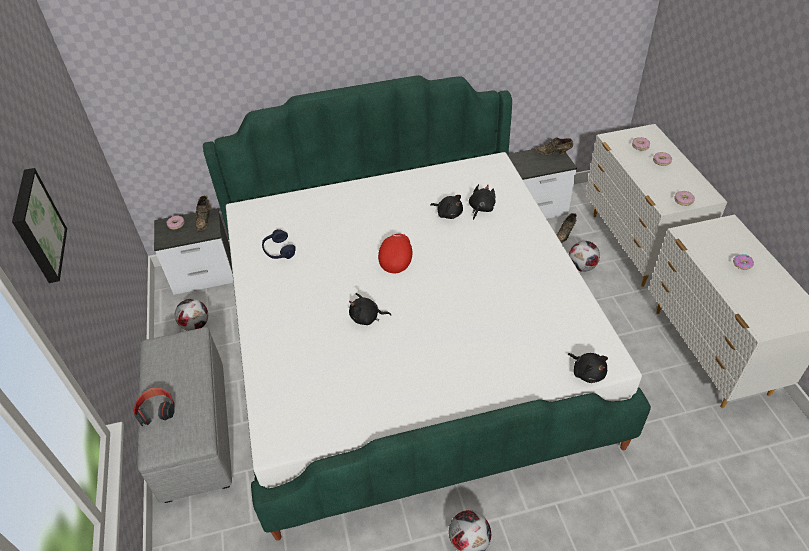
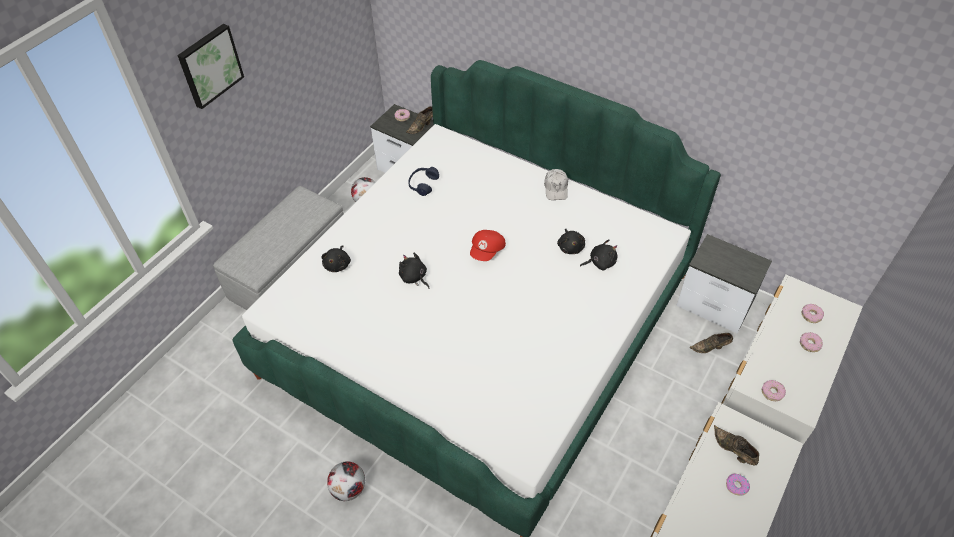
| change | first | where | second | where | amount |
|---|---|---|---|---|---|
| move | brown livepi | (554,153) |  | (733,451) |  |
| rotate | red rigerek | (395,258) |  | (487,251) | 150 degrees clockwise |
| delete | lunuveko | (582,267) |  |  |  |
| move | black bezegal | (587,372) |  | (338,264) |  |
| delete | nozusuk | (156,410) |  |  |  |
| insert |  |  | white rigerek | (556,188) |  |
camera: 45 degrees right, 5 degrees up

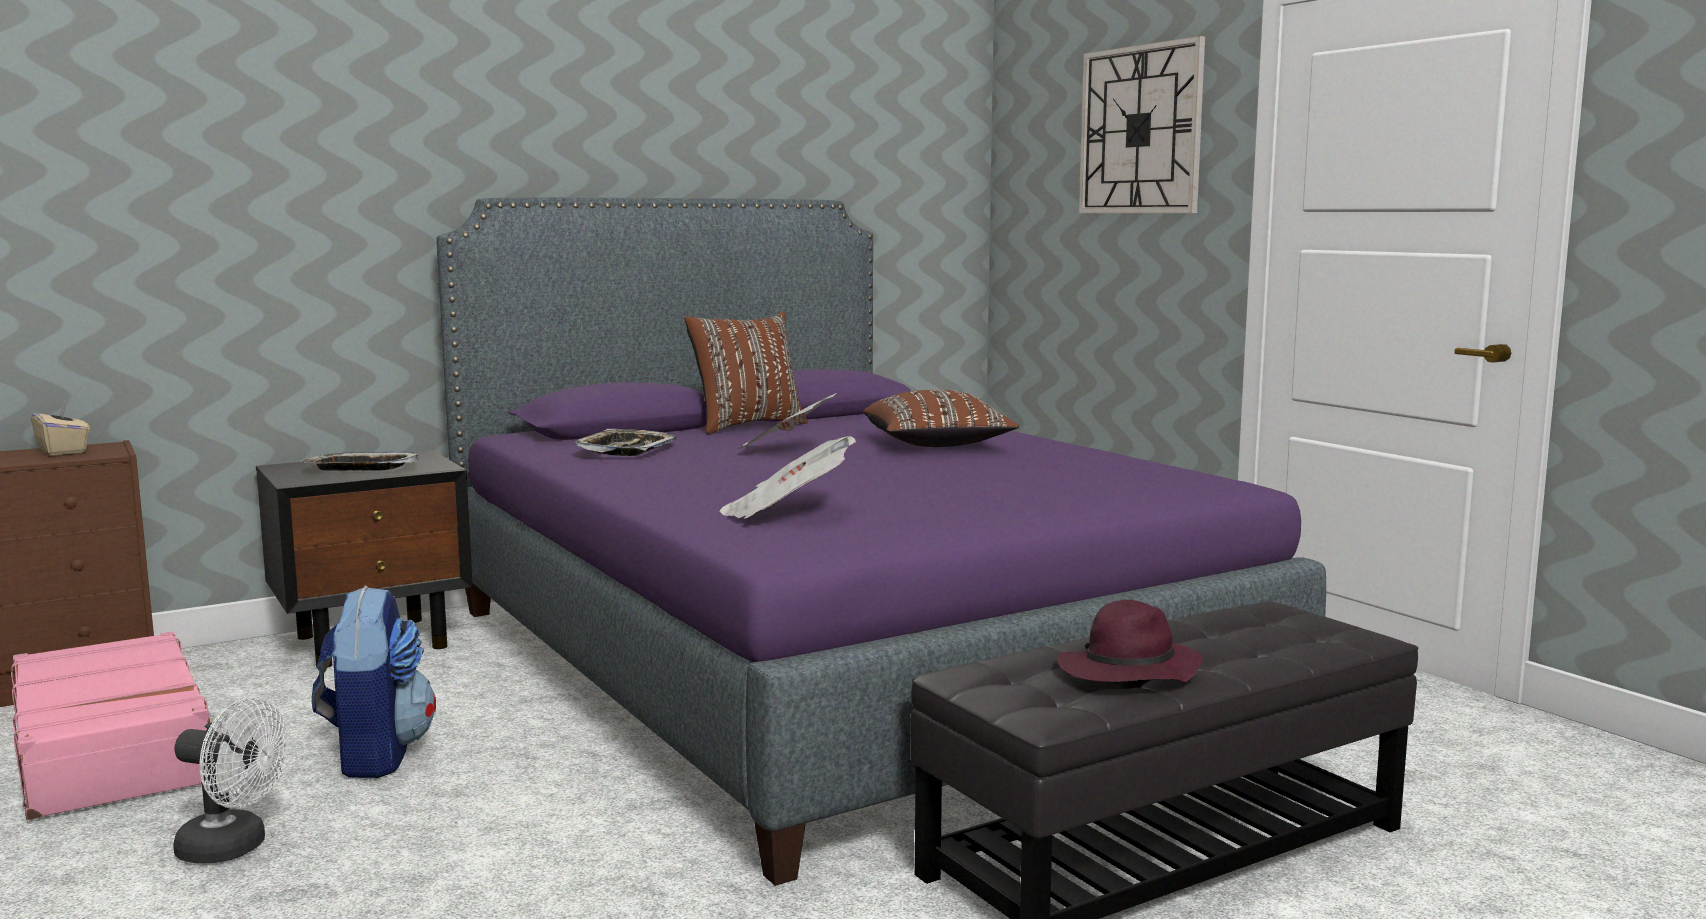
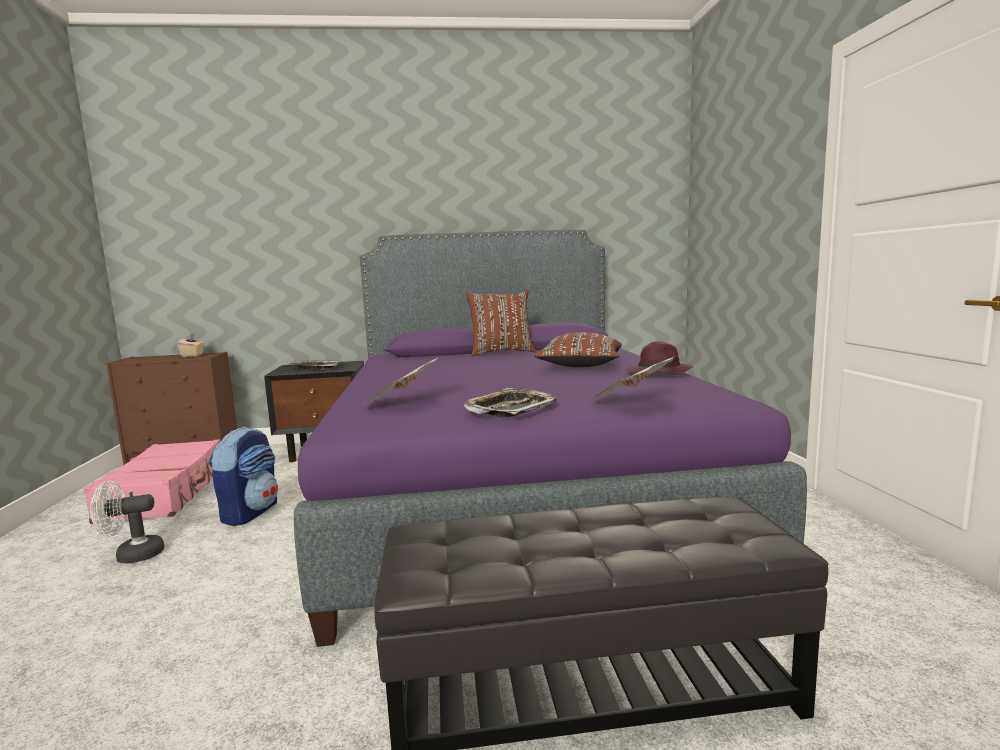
| change | first | where | second | where | amount |
|---|---|---|---|---|---|
| delete | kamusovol | (1140,130) |  |  |  |
| move | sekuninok | (784,450) |  | (629,402) |  |
| move | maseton | (626,450) |  | (511,409) |  |
| move | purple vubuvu | (1128,673) |  | (658,373) |  |
| rotate | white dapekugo | (233,848) |  | (132,555) | 120 degrees clockwise |
camera: 25 degrees right, 0 degrees up

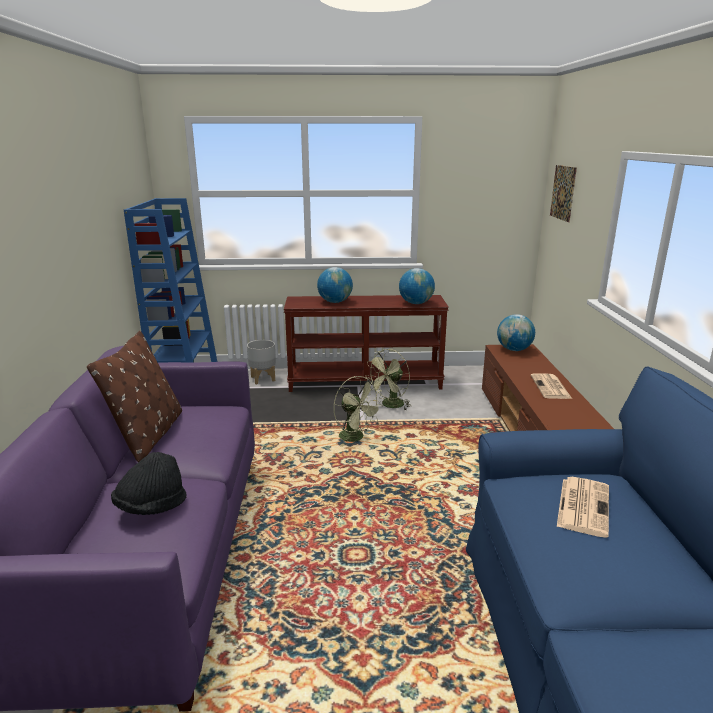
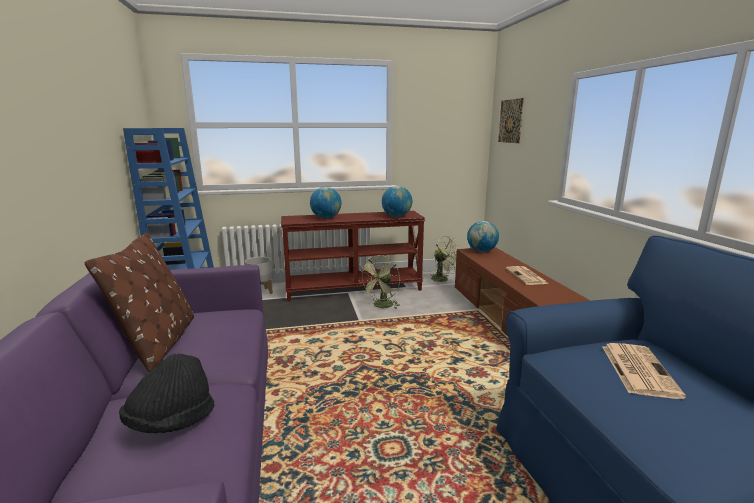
| change | first | where | second | where | amount |
|---|---|---|---|---|---|
| move | green dapekugo | (356,438) |  | (443,280) |  |
camera: 10 degrees left, 5 degrees down

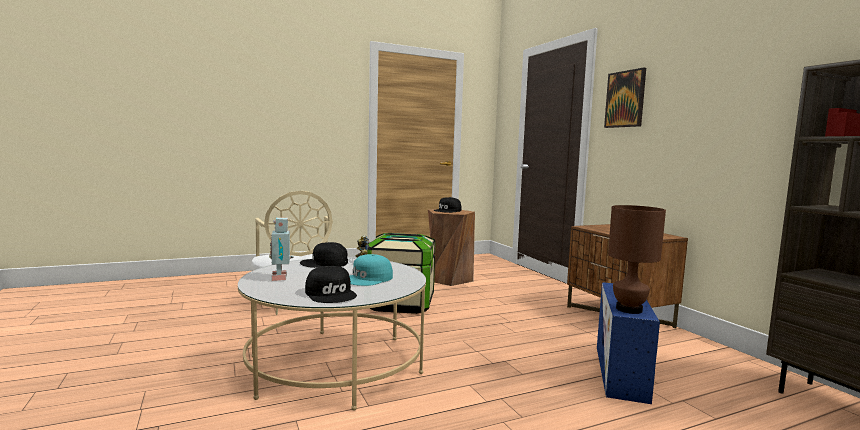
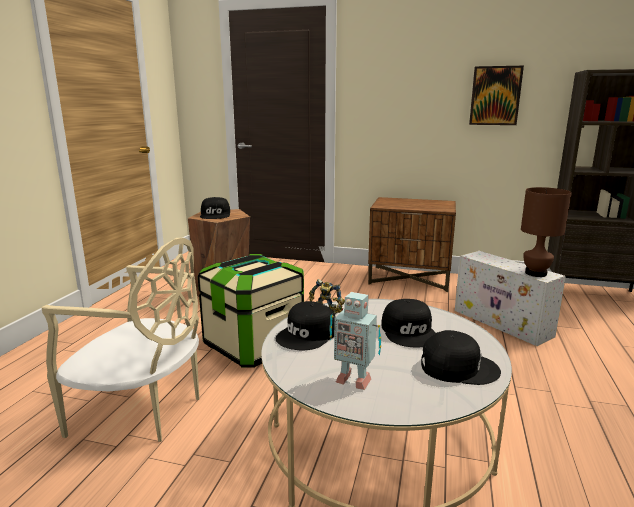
| change | first | where | second | where | amount |
|---|---|---|---|---|---|
| move | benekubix | (625,99) |  | (495,96) |  |
| recolor | turquoise rigerek | (368,279) | black rigerek | (410,331) |  |
| recolor | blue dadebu | (621,373) | white dadebu | (503,323) |  |
camera: 50 degrees left, 10 degrees up

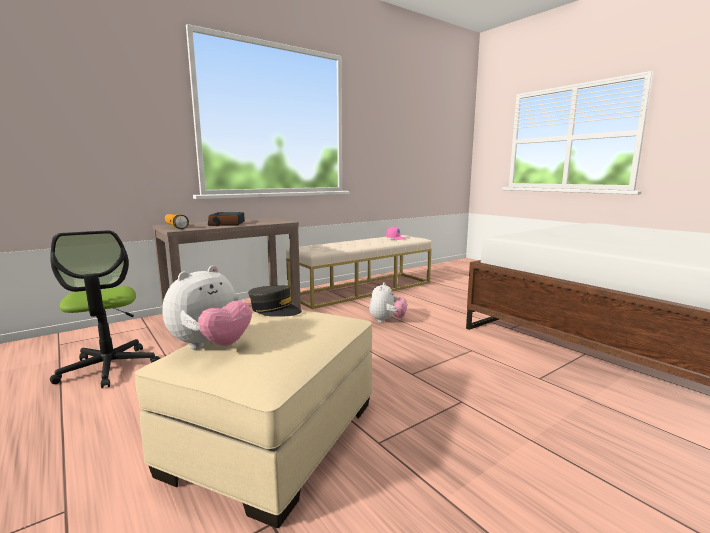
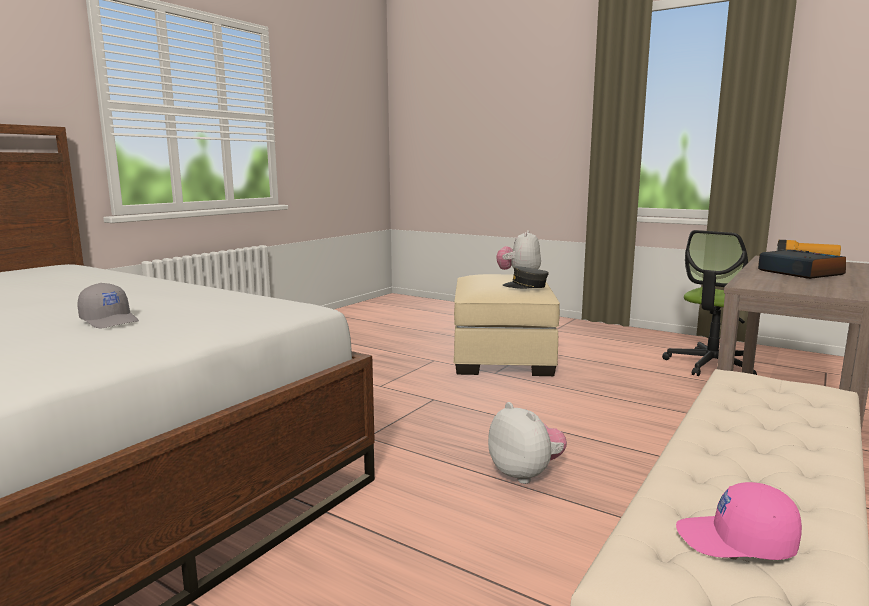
| change | first | where | second | where | amount |
|---|---|---|---|---|---|
| rotate | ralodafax | (109,368) |  | (710,365) | 90 degrees counterclockwise |
| rotate | bezegal | (387,320) |  | (525,474) | 150 degrees clockwise |
| insert |  |  | grey rigerek | (111,321) |  |
camera: 160 degrees right, 0 degrees up

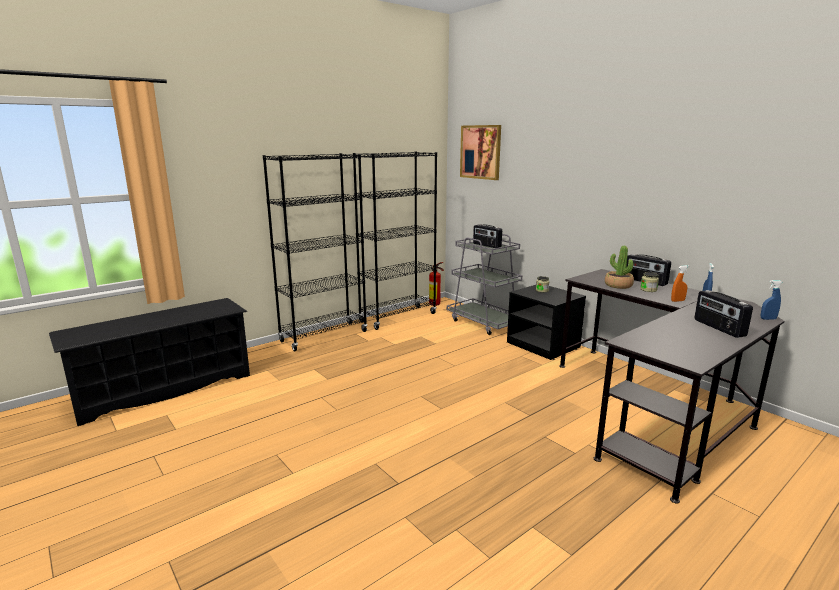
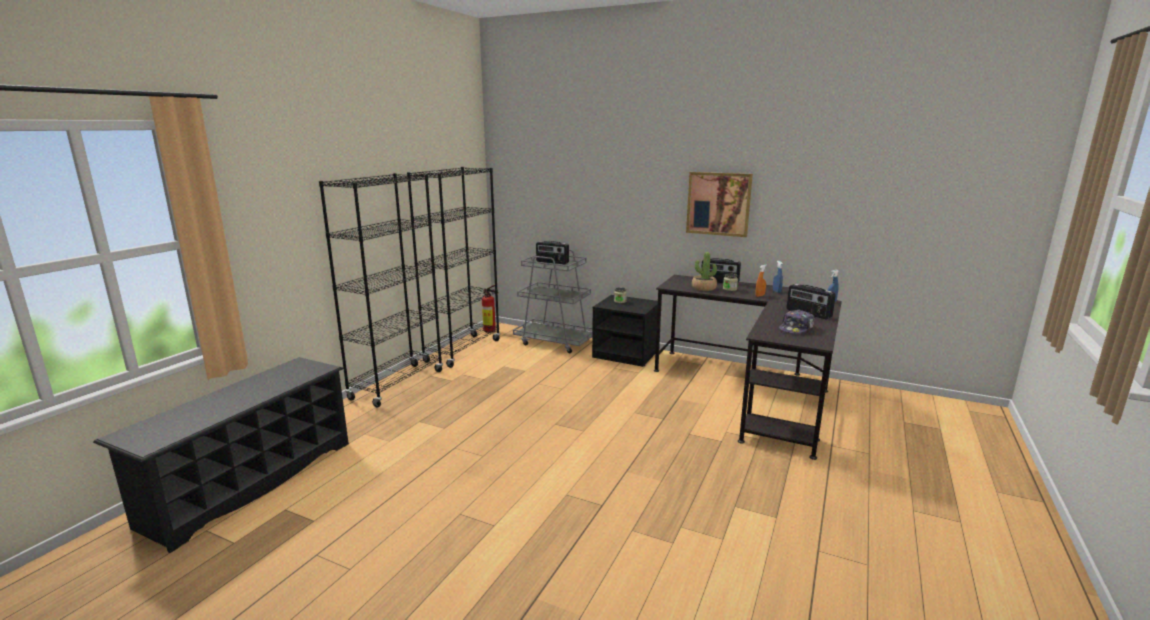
| change | first | where | second | where | amount |
|---|---|---|---|---|---|
| move | benekubix | (480,152) |  | (718,204) |  |
| insert |  |  | rigerek | (796,328) |  |
camera: 25 degrees left, 0 degrees up

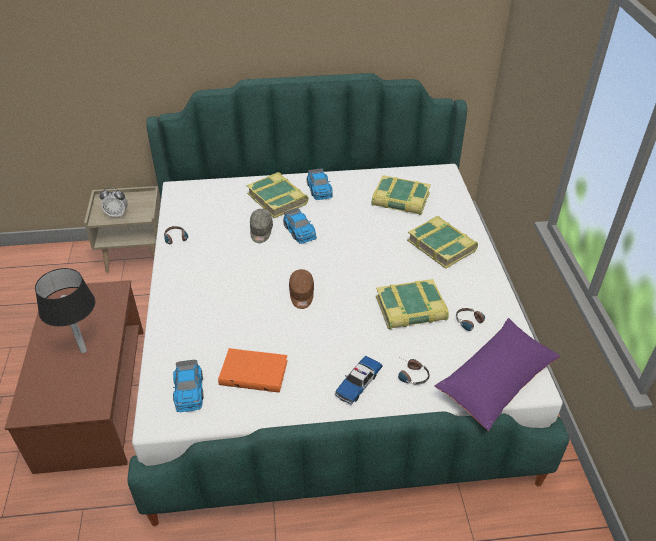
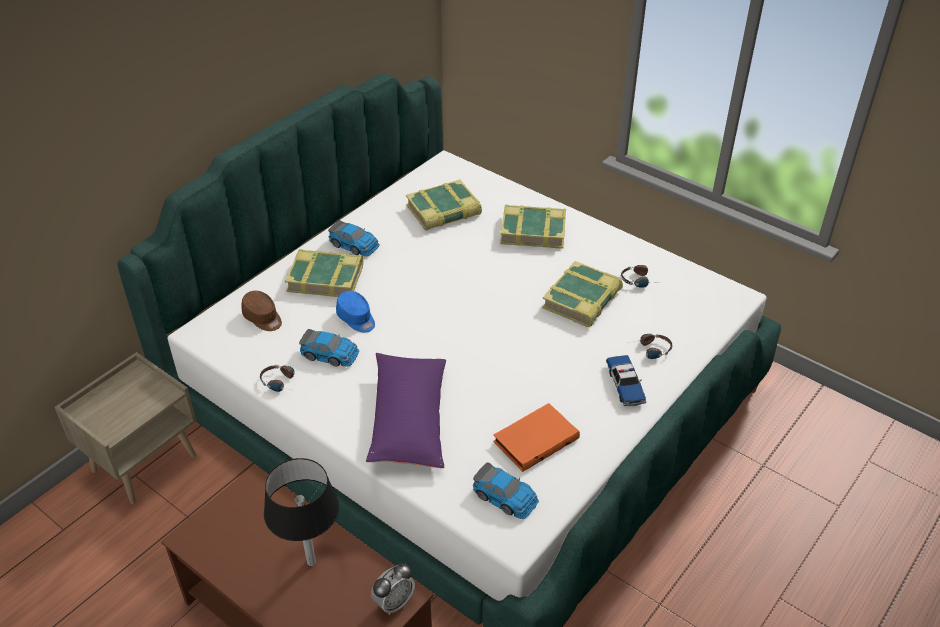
| change | first | where | second | where | amount |
|---|---|---|---|---|---|
| move | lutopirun | (117,214) |  | (394,602) |  |
| move | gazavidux | (299,231) |  | (330,354) |  |
| recolor | grey rigerek | (261,231) | blue rigerek | (356,319) |  |
| move | brown rigerek | (301,295) |  | (263,318) |  |
| move | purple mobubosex | (496,380) |  | (409,419) |  |
camera: 45 degrees left, 0 degrees up

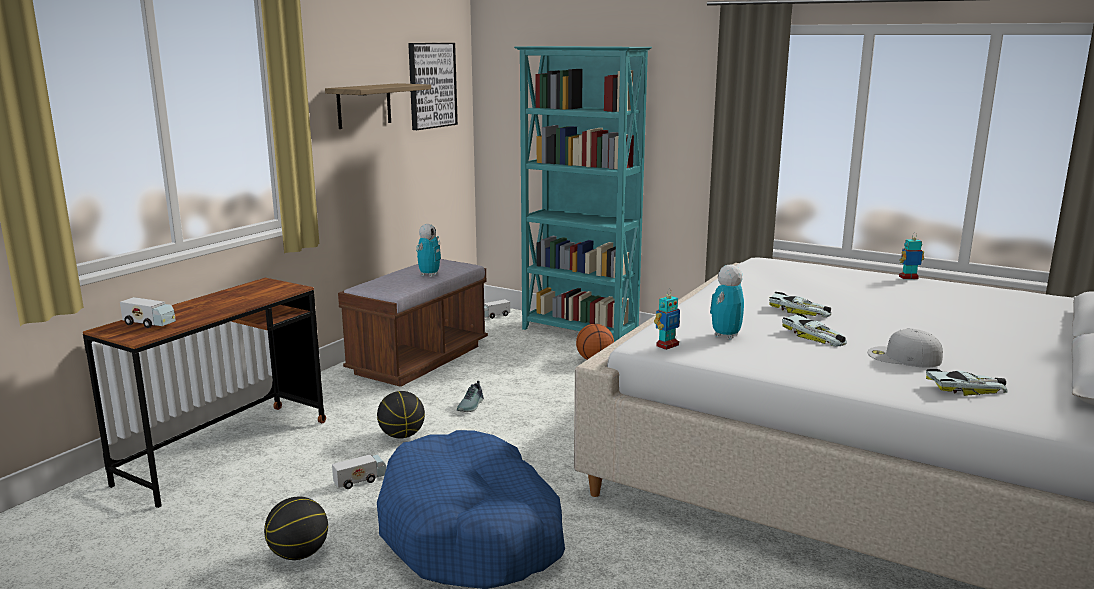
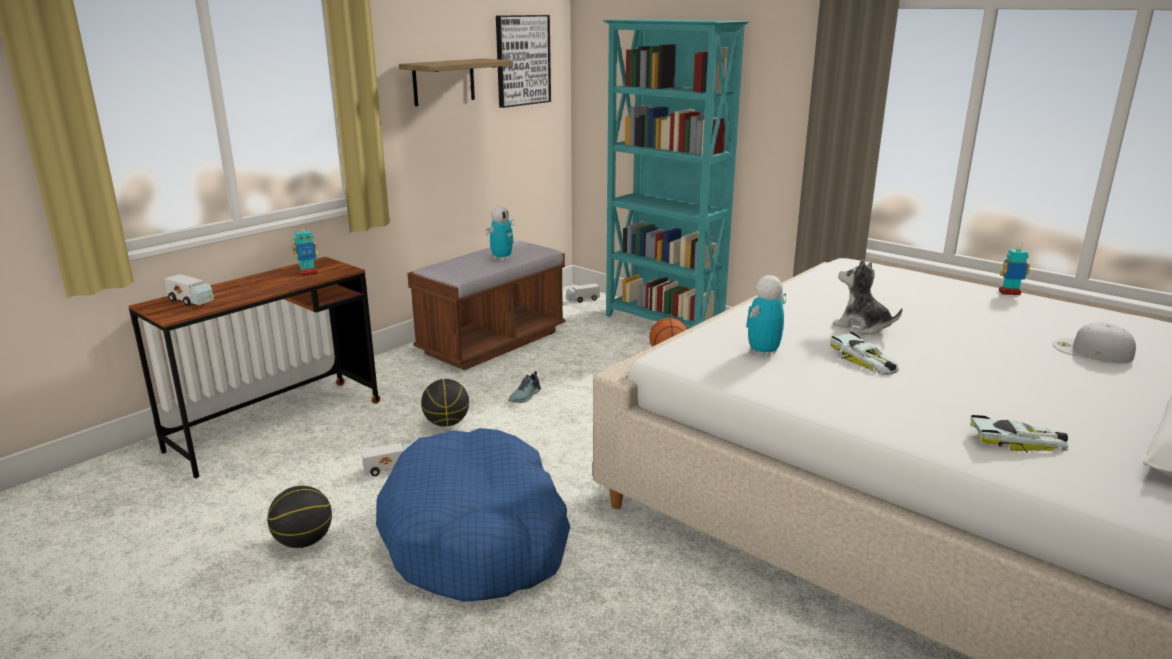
| change | first | where | second | where | amount |
|---|---|---|---|---|---|
| move | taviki | (667,345) |  | (308,273) |  |
| replace | gazavidux | (799,311) | bezegal | (861,327) |  |
| move | white rigerek | (903,357) |  | (1091,351) |  |
camera: 10 degrees right, 5 degrees up

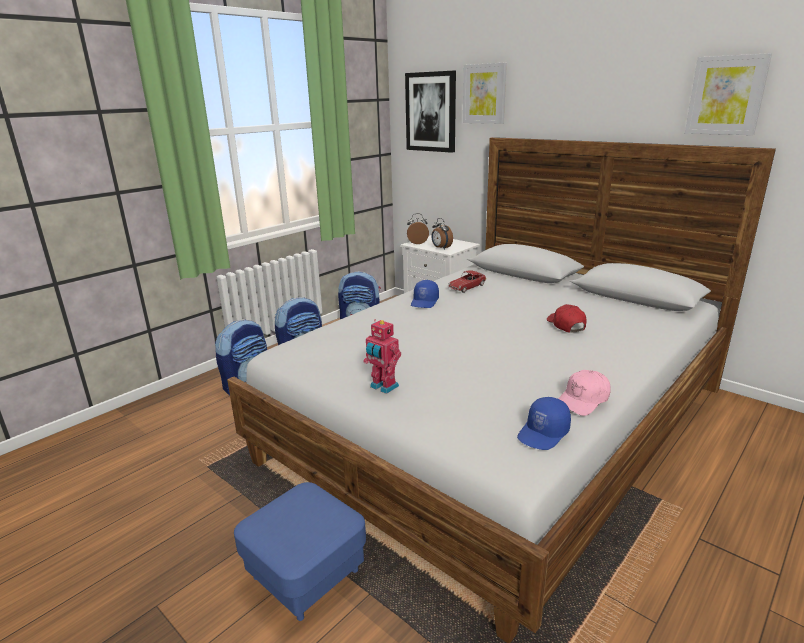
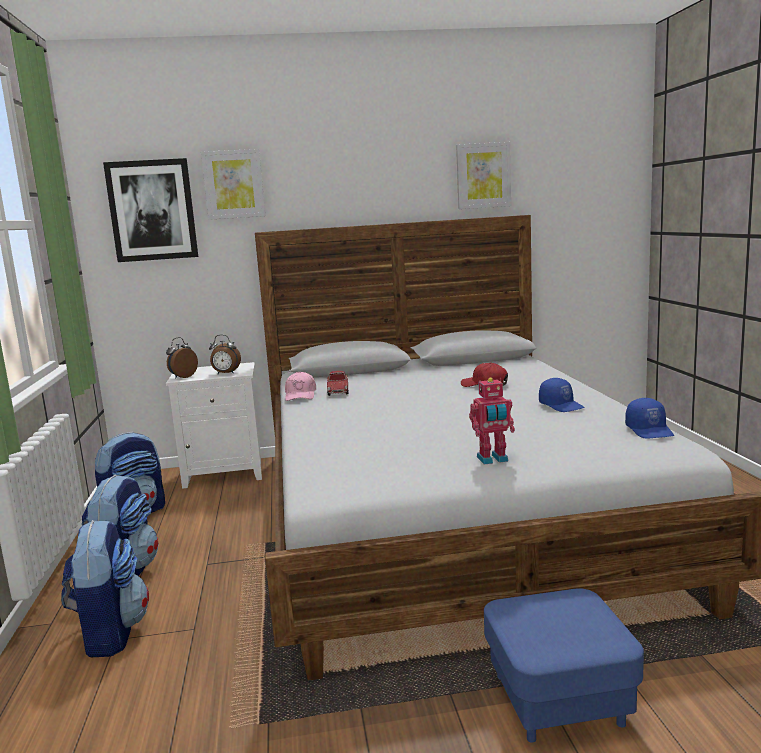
| change | first | where | second | where | amount |
|---|---|---|---|---|---|
| move | blue rigerek | (425,302) |  | (561,406) |  |
| move | pink rigerek | (583,400) |  | (300,395) |  |
camera: 50 degrees left, 10 degrees down

